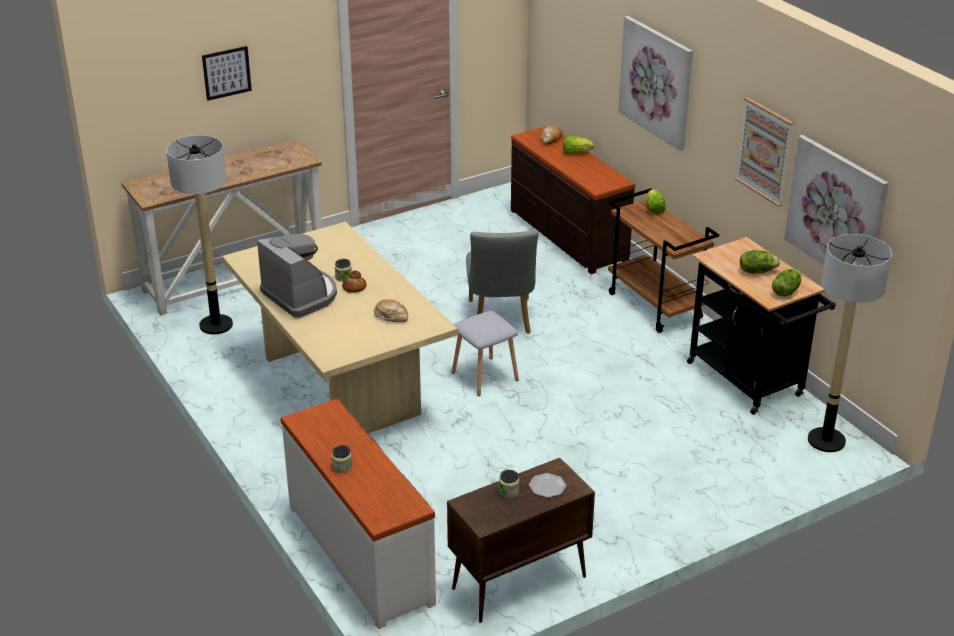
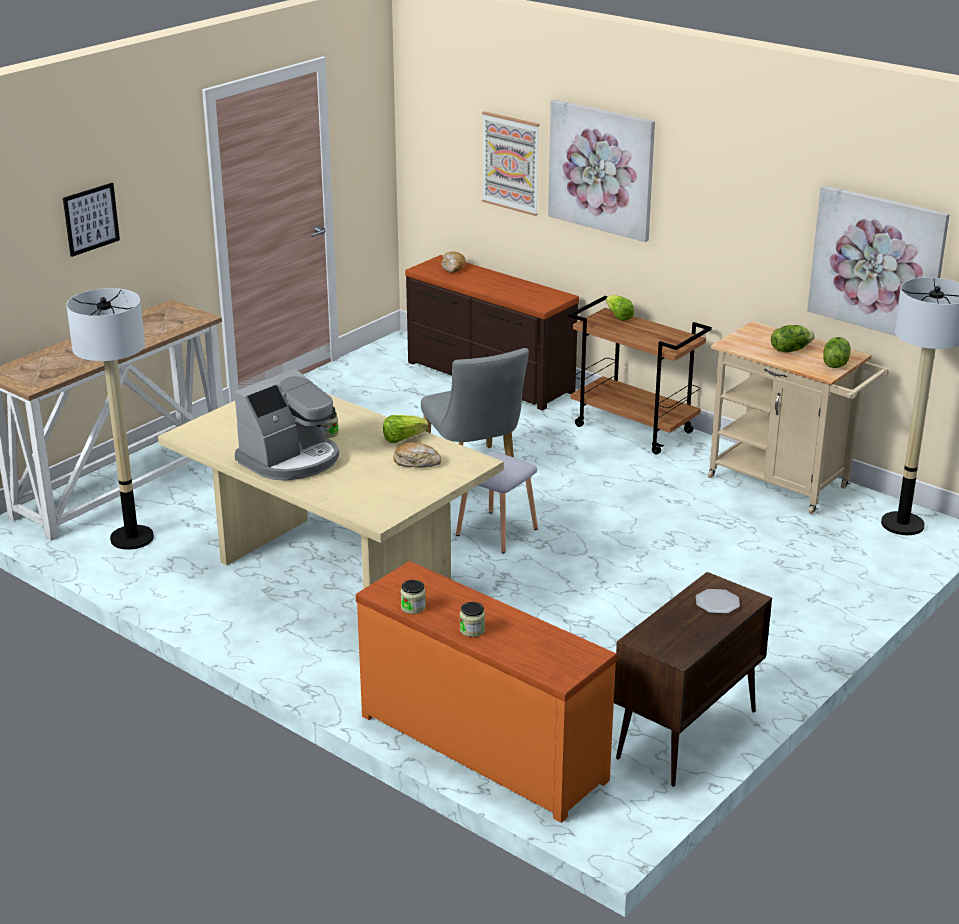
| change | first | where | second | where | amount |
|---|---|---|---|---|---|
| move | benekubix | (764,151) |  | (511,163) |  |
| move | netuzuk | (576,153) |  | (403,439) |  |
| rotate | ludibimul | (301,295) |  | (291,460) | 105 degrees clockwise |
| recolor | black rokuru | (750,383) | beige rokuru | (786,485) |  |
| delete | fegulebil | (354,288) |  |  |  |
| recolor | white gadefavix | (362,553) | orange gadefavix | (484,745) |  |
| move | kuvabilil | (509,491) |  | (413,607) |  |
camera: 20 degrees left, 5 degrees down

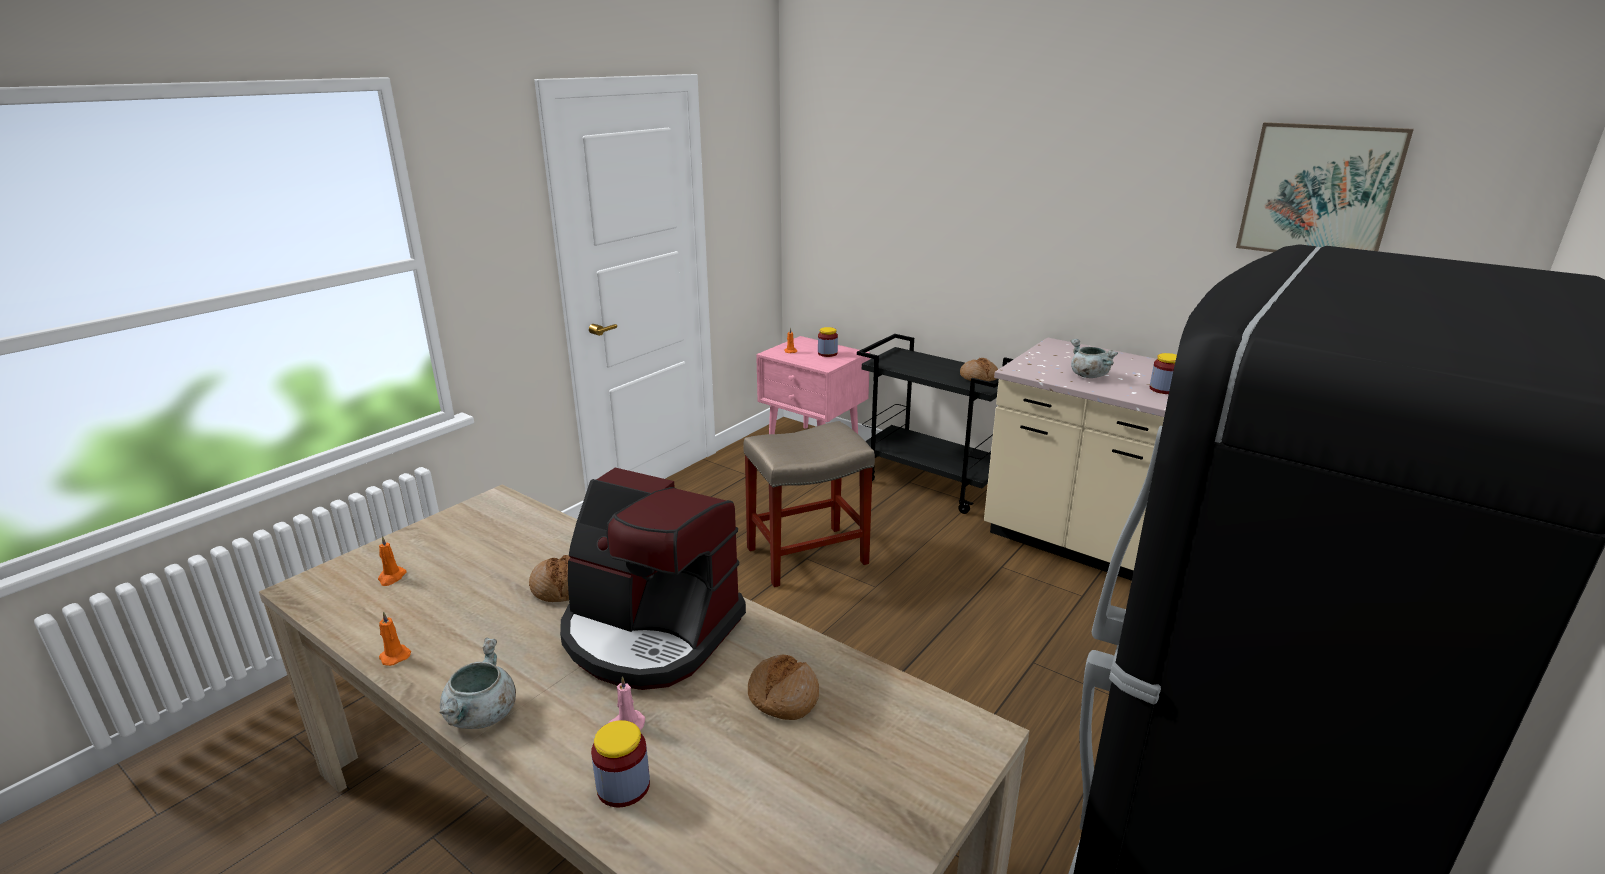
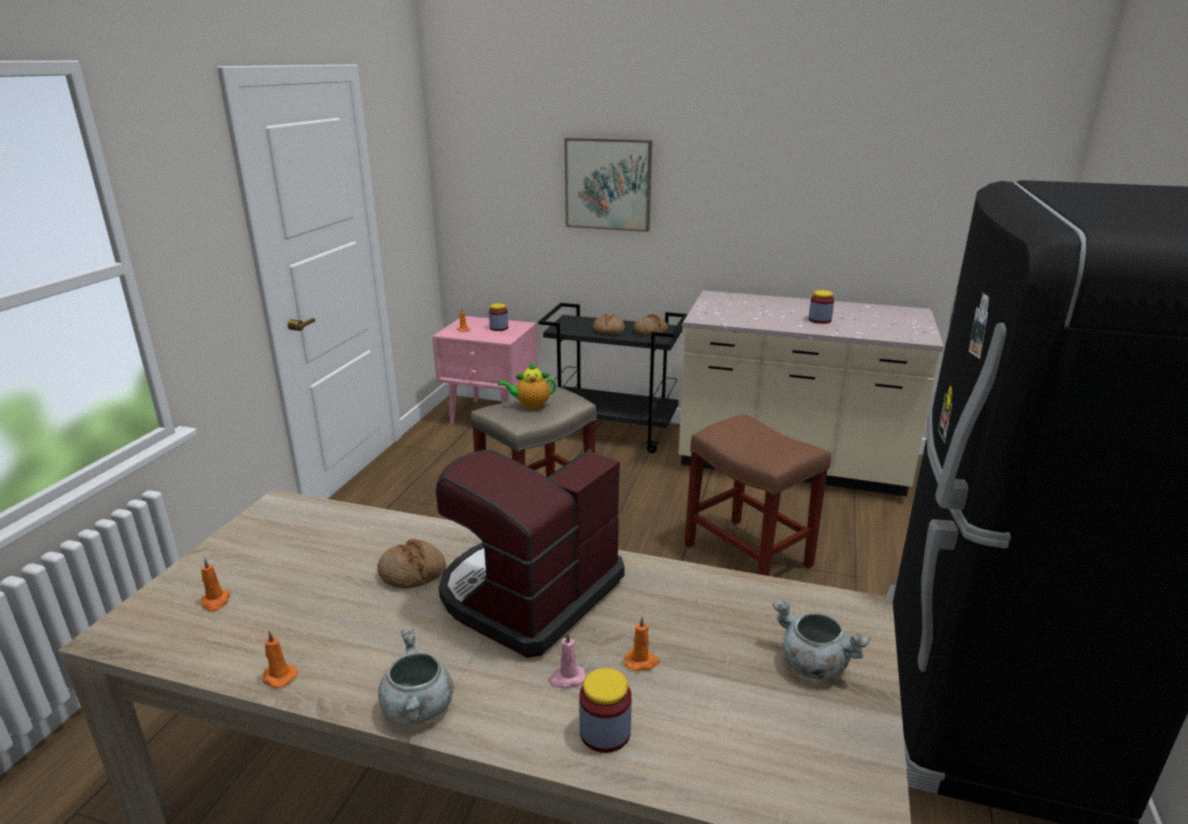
| change | first | where | second | where | amount |
|---|---|---|---|---|---|
| move | benekubix | (1319,191) |  | (608,184) |  |
| move | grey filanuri | (1088,375) |  | (812,664) |  |
| rotate | ludibimul | (650,633) |  | (529,594) | 120 degrees clockwise |
| move | fegulebil | (782,696) |  | (608,330) |  |
| insert |  |  | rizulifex | (530,405) |  |
| insert |  |  | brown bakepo | (749,556) |  |
| insert |  |  | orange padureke | (642,662) |  |
camera: 20 degrees left, 0 degrees up

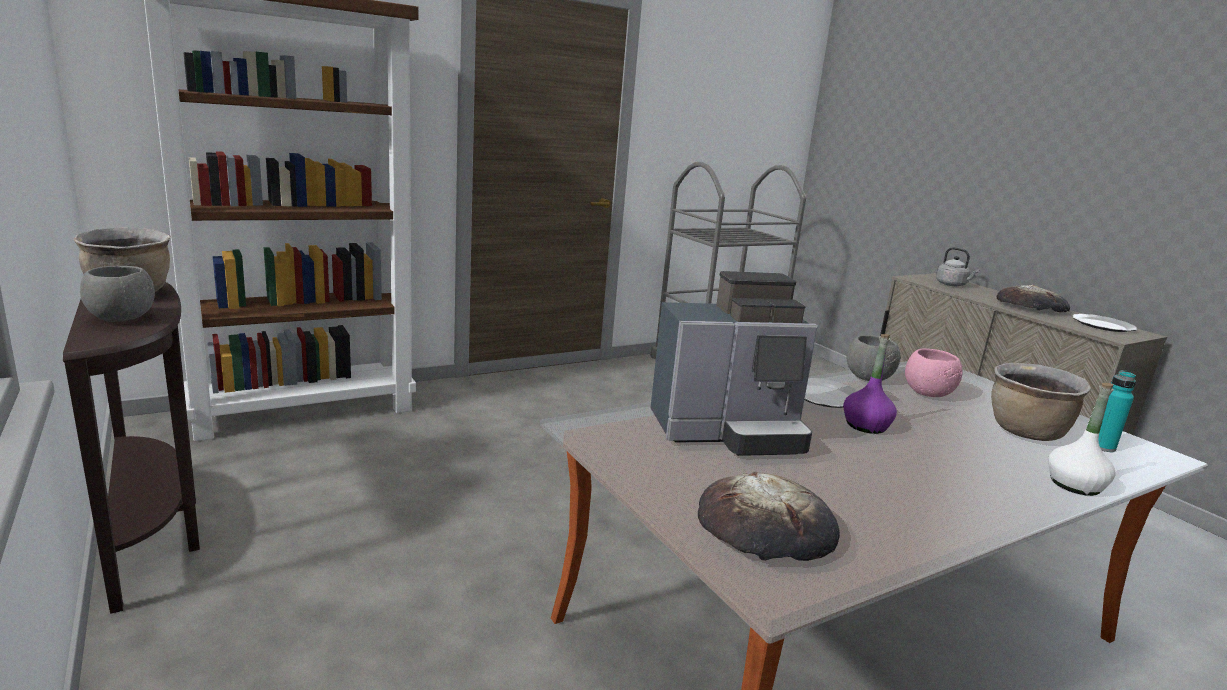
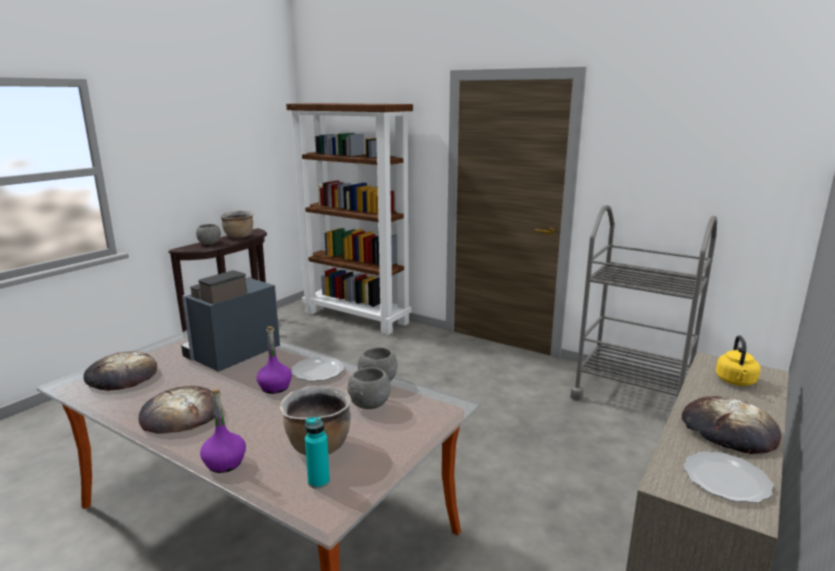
| change | first | where | second | where | amount |
|---|---|---|---|---|---|
| recolor | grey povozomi | (952,285) | yellow povozomi | (735,382) |  |
| rotate | ludibimul | (729,432) |  | (231,354) | 75 degrees clockwise |
| recolor | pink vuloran | (928,393) | grey vuloran | (370,404) |  |
| recolor | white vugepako | (1074,485) | purple vugepako | (224,463) |  |
| insert |  |  | fegulebil | (181,414) |  |
camera: 65 degrees right, 0 degrees up

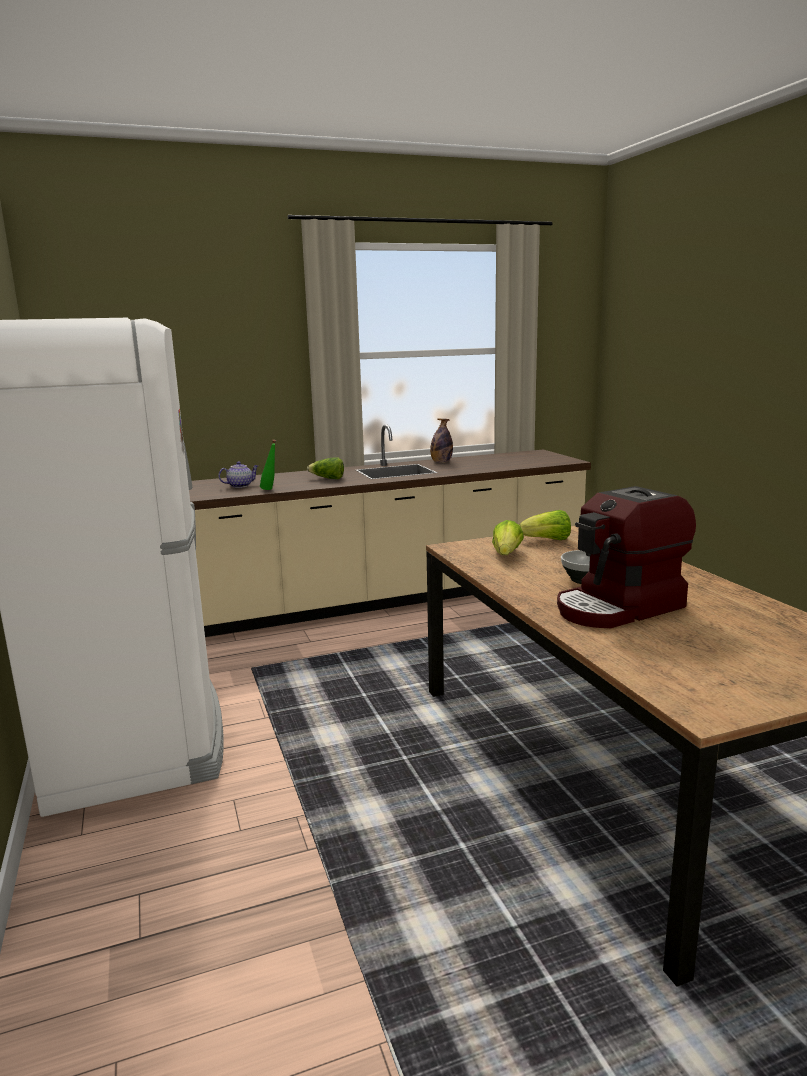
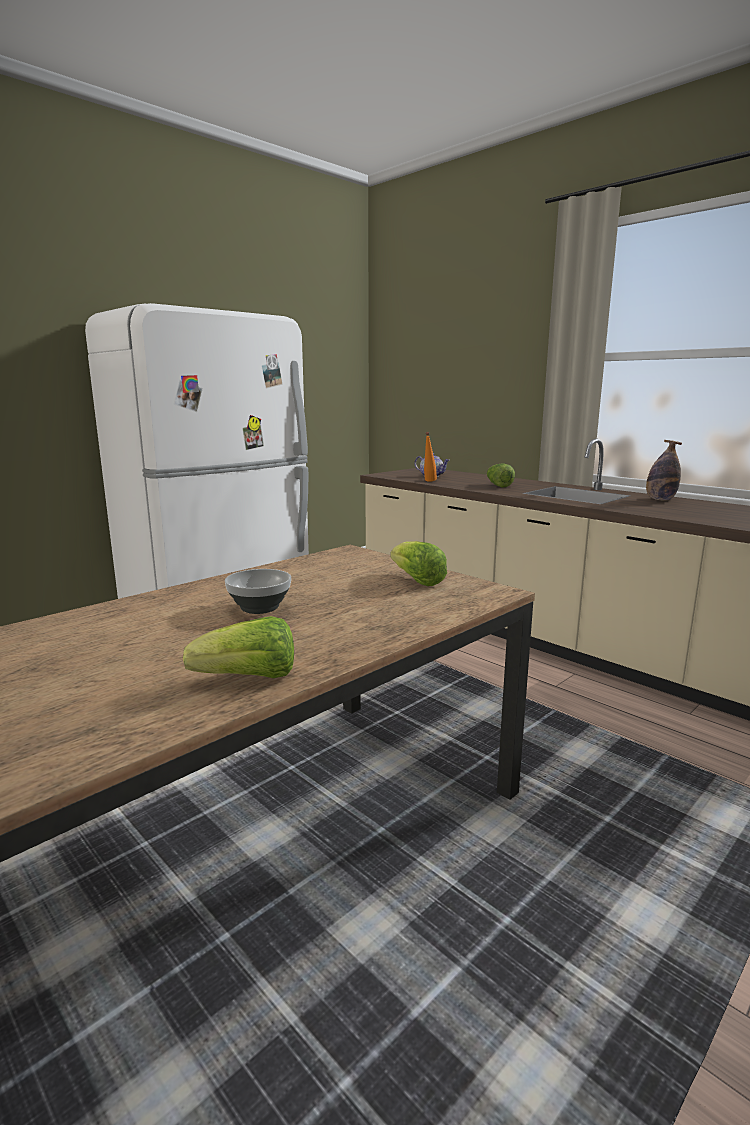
| change | first | where | second | where | amount |
|---|---|---|---|---|---|
| recolor | green vugepako | (270,490) | orange vugepako | (429,481) |  |
| delete | ludibimul | (619,608) |  |  |  |
| move | netuzuk | (506,554) |  | (249,678) |  |
camera: 65 degrees right, 0 degrees up

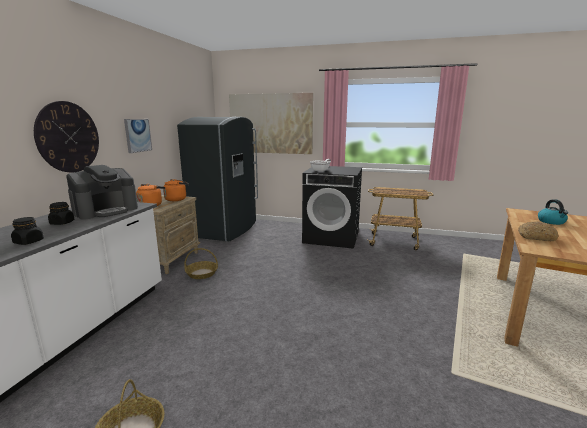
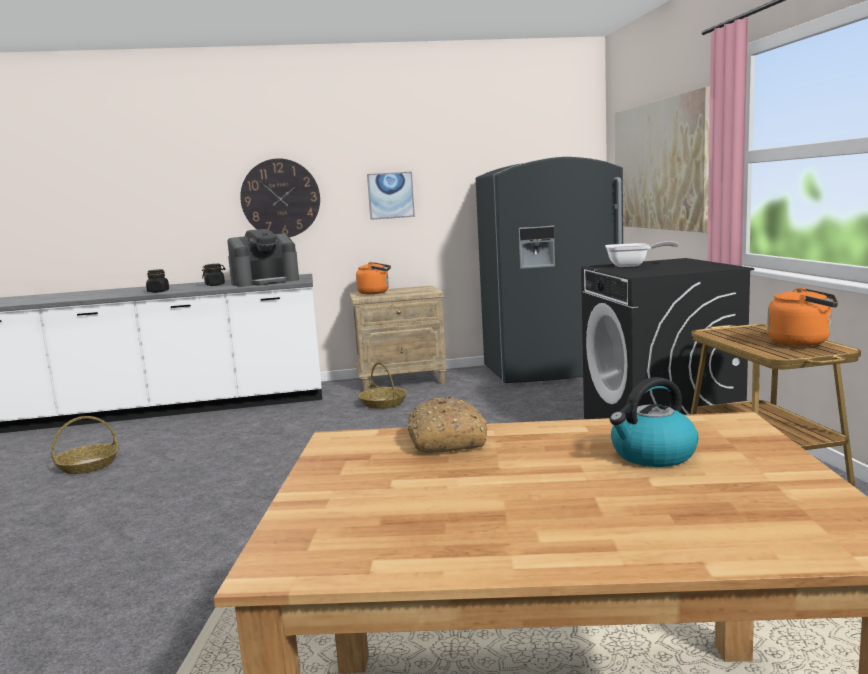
| change | first | where | second | where | amount |
|---|---|---|---|---|---|
| rotate | ludibimul | (106,210) |  | (265,282) | 45 degrees counterclockwise |
| move | orange povozomi | (177,199) |  | (802,342) |  |
camera: 65 degrees right, 5 degrees down

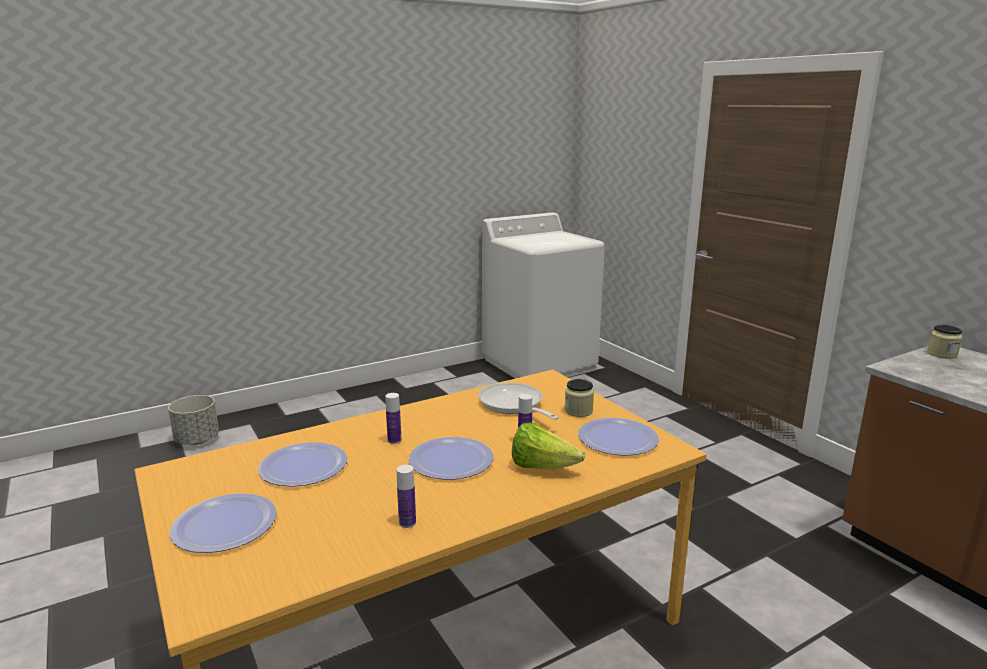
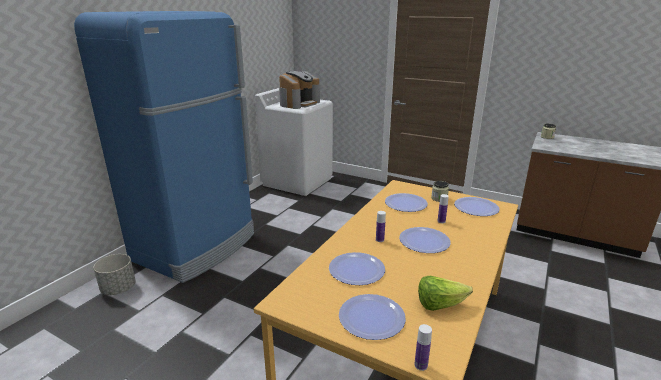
| change | first | where | second | where | amount |
|---|---|---|---|---|---|
| replace | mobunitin | (513,405) | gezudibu | (406,204) |  |
| move | netuzuk | (542,467) |  | (439,304) |  |
| move | vugepako | (407,523) |  | (421,365) |  |
| insert |  |  | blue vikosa | (196,247) |  |
| insert |  |  | ludibimul | (299,103) |  |
camera: 30 degrees left, 5 degrees up

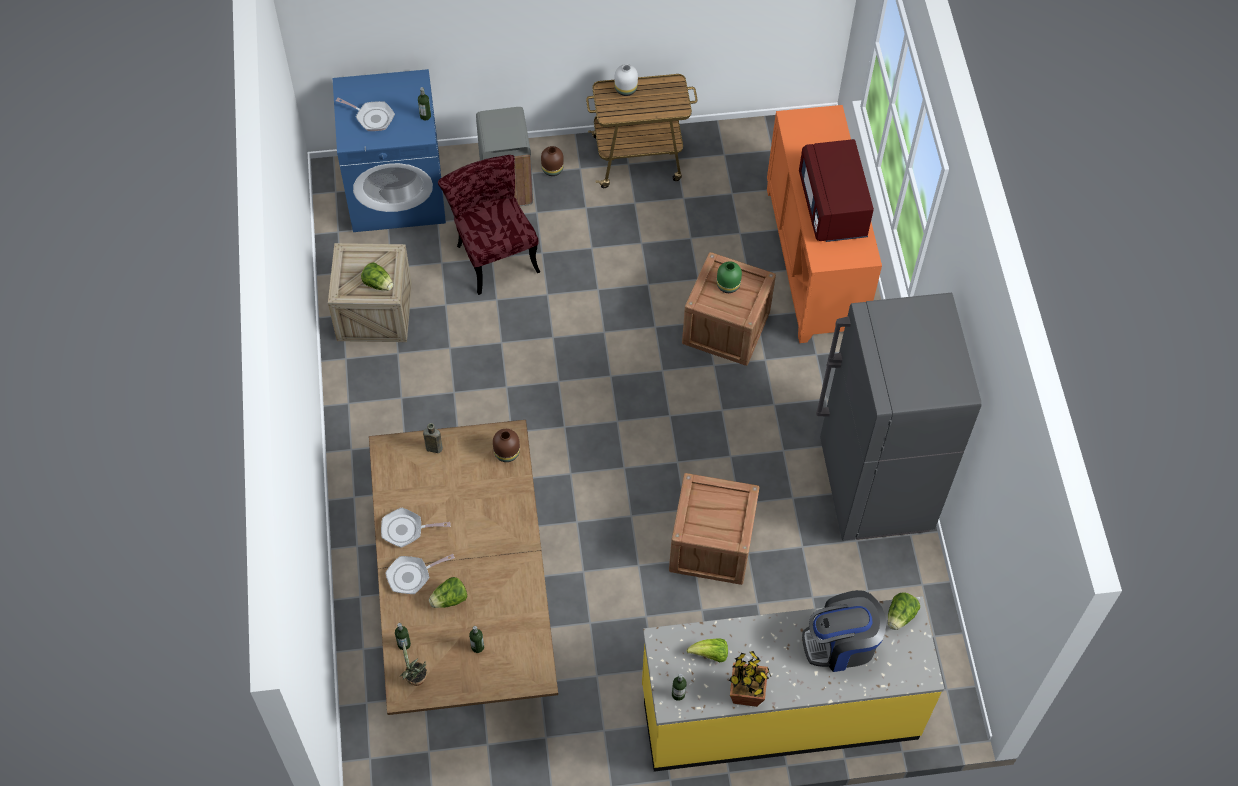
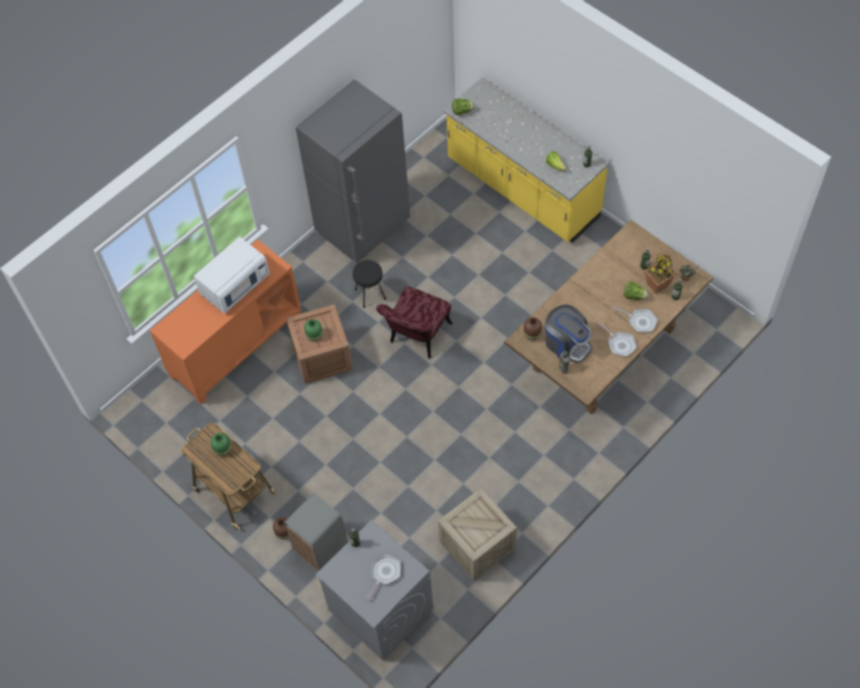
| change | first | where | second | where | amount |
|---|---|---|---|---|---|
| delete | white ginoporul | (625,88) |  |  |  |
| recolor | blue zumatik | (397,192) | grey zumatik | (380,609) |  |
| rotate | mobunitin | (372,117) |  | (384,573) | 45 degrees clockwise |
| recolor | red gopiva | (833,207) | white gopiva | (235,285) |  |
| move | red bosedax | (493,252) |  | (417,338) |  |
| delete | netuzuk | (378,284) |  |  |  |
| delete | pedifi | (711,545) |  |  |  |
| move | ludibimul | (841,644) |  | (566,343) |  |
| move | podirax | (746,694) |  | (657,285) |  |
| insert |  |  | black bakepo | (370,294) |  |
| insert |  |  | green ginoporul | (223,449) |  |
camera: 125 degrees left, 0 degrees up

